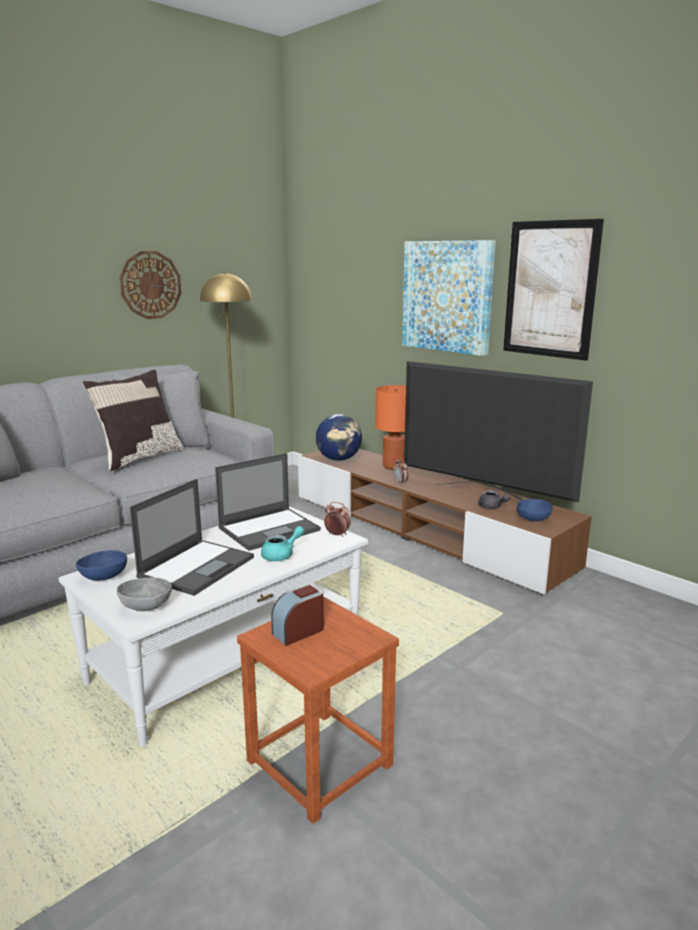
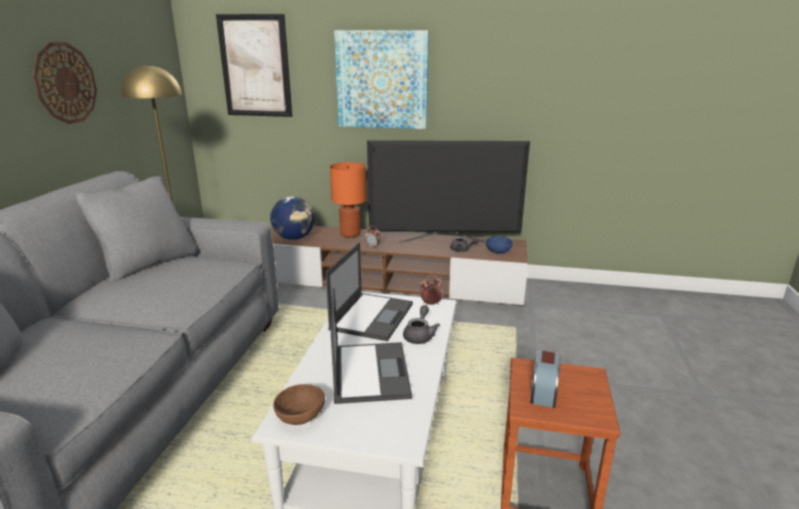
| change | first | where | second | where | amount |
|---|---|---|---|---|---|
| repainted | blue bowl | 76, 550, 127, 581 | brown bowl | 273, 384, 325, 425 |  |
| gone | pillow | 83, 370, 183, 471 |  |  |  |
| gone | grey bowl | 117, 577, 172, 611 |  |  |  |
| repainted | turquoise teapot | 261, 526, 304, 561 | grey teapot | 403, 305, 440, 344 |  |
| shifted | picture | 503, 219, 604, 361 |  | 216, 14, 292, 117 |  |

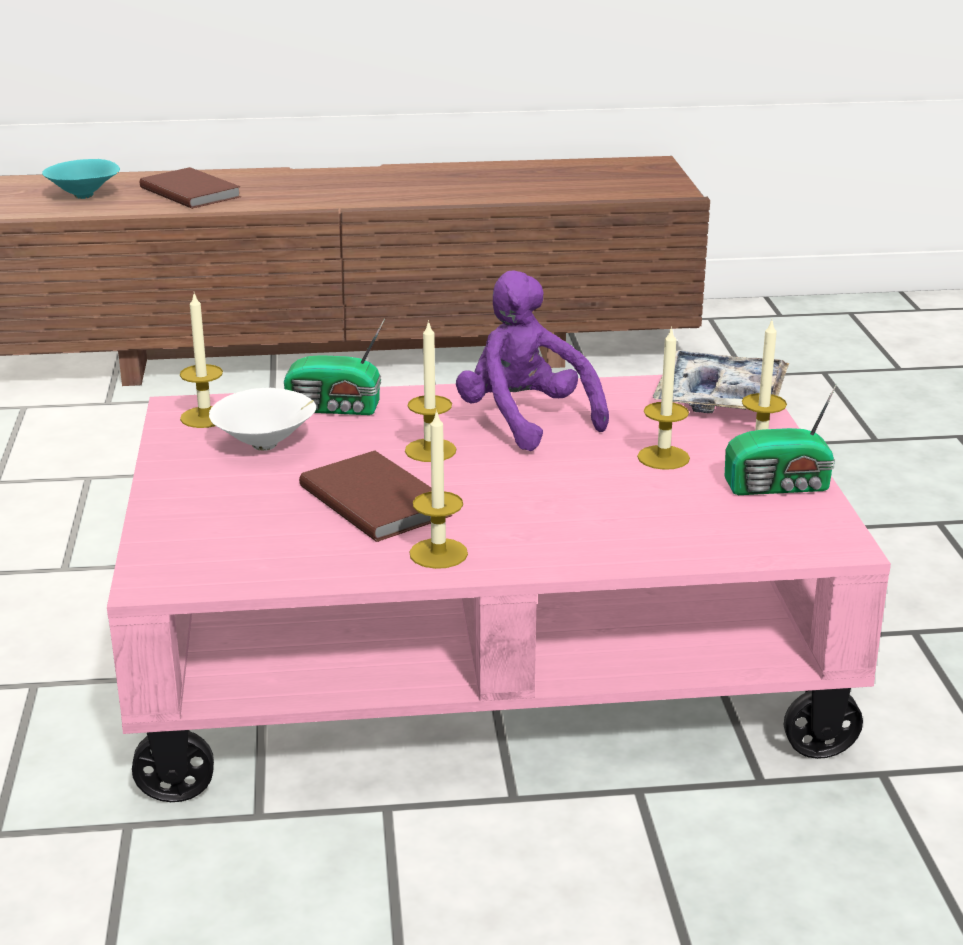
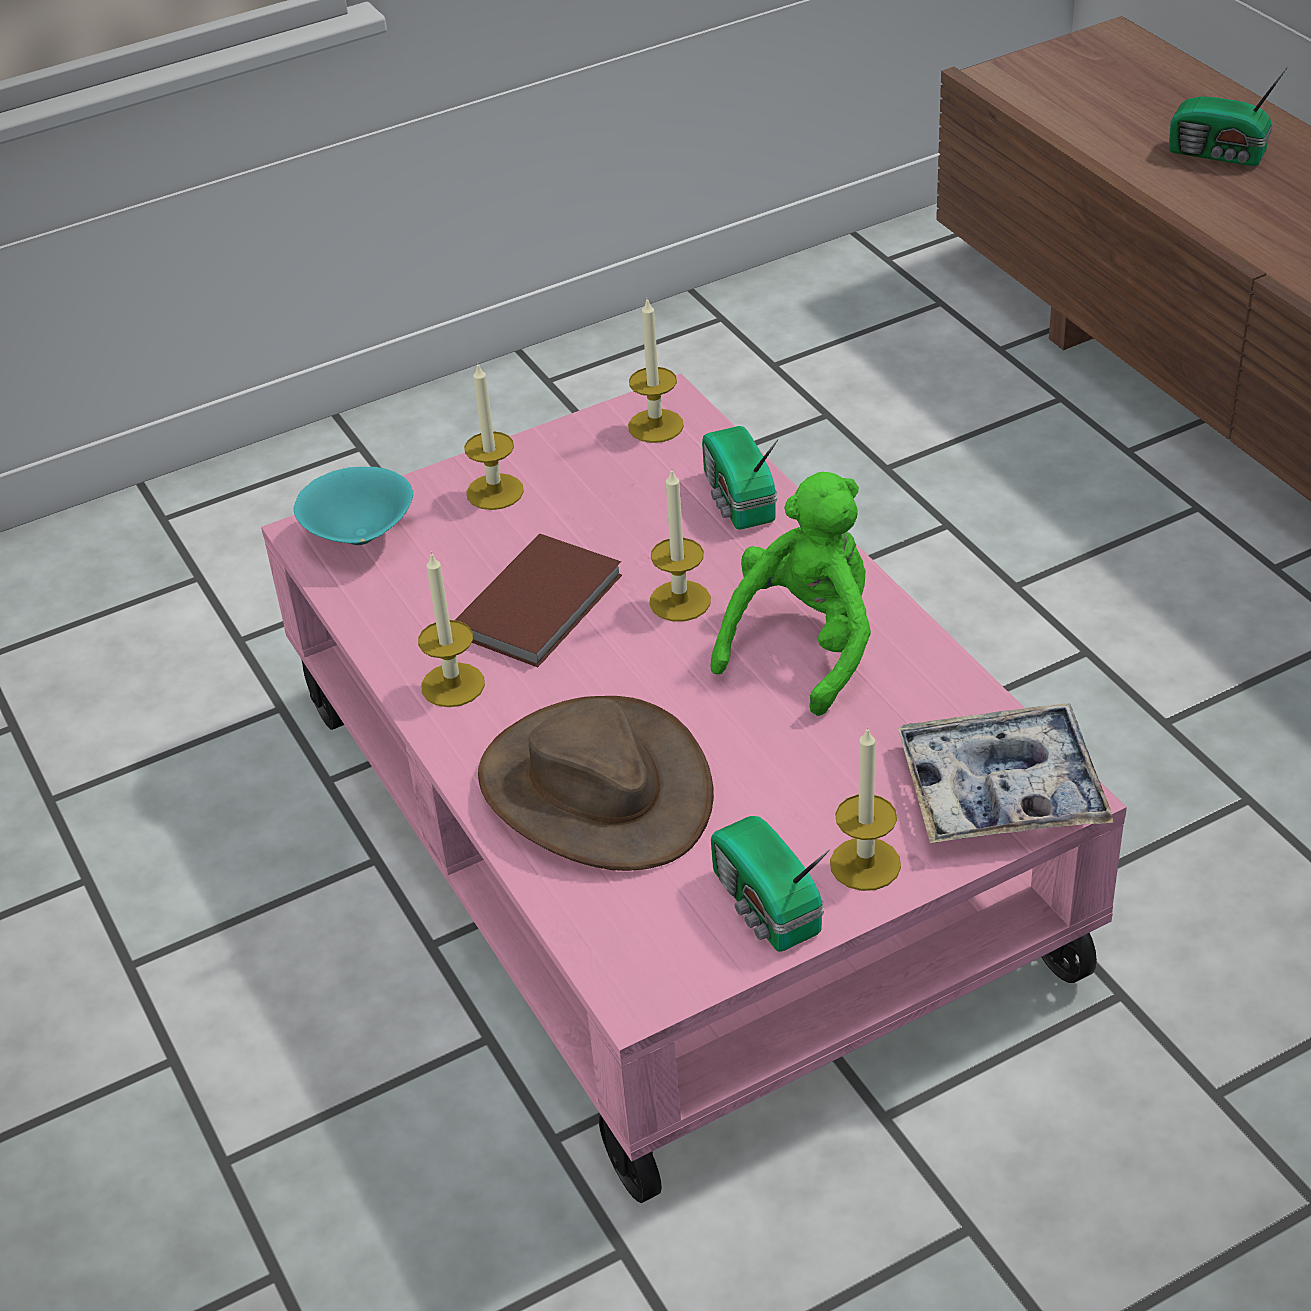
| change | first | where | second | where | amount |
|---|---|---|---|---|---|
| shifted | turquoise bowl | 42, 159, 120, 199 |  | 294, 467, 413, 545 |  |
| swapped | brown book | 140, 167, 241, 209 | radio | 1169, 67, 1288, 166 |  |
| gone | white bowl | 209, 388, 316, 451 |  |  |  |
| repainted | purple plush toy | 456, 270, 609, 451 | green plush toy | 710, 472, 871, 716 |  |
| shifted | candle | 637, 326, 690, 470 |  | 464, 362, 524, 510 |  |
| new |  |  | brown hat | 478, 696, 714, 871 |  |

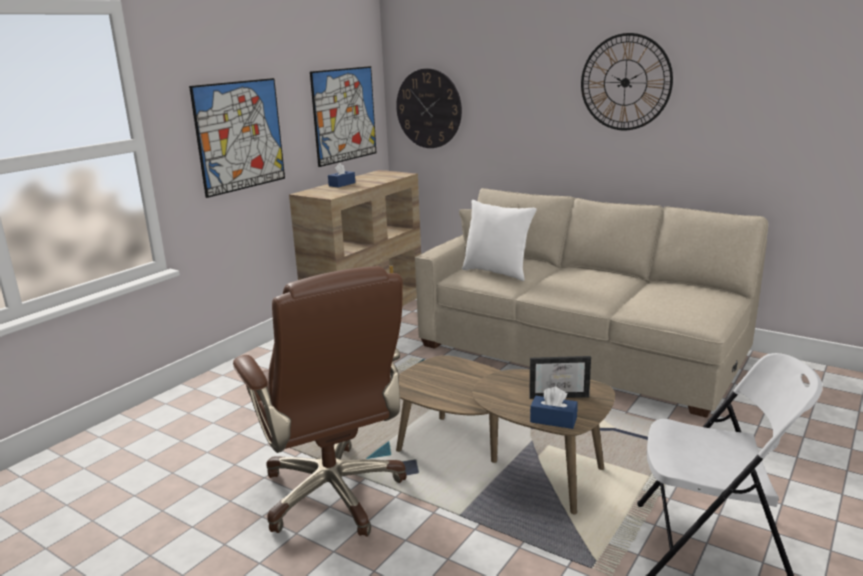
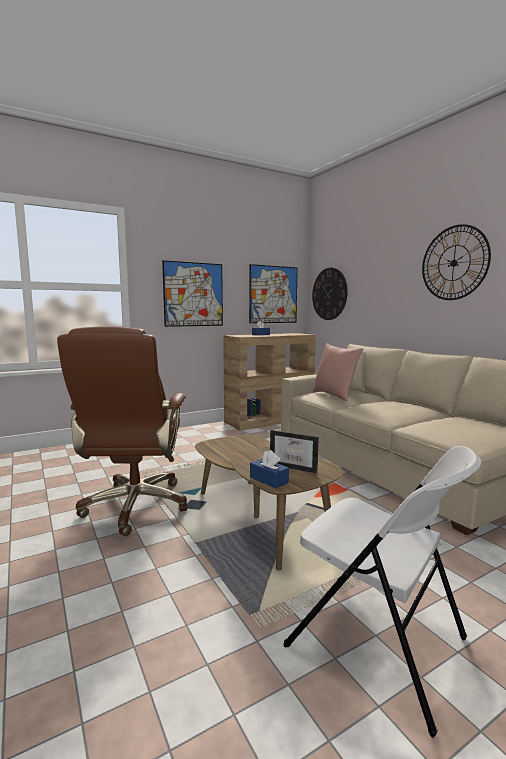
| change | first | where | second | where | amount |
|---|---|---|---|---|---|
| repainted | white pillow | 462, 200, 537, 281 | pink pillow | 313, 344, 363, 401 |  |

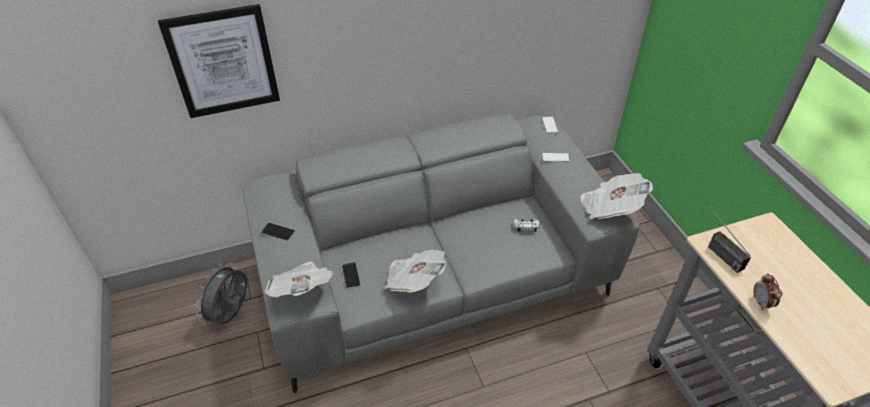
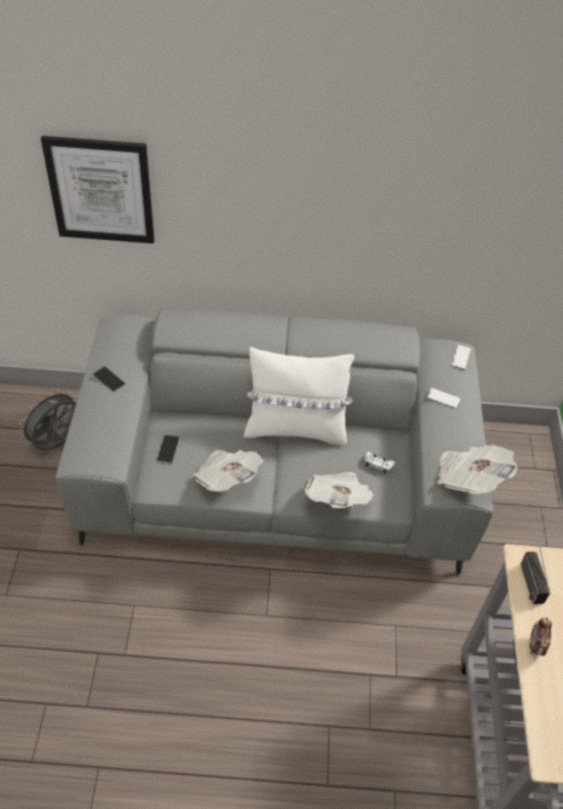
| change | first | where | second | where | amount |
|---|---|---|---|---|---|
| shifted | newspaper | 264, 262, 334, 297 |  | 304, 472, 375, 508 |  |
| new |  |  | white pillow | 243, 347, 354, 446 |  |

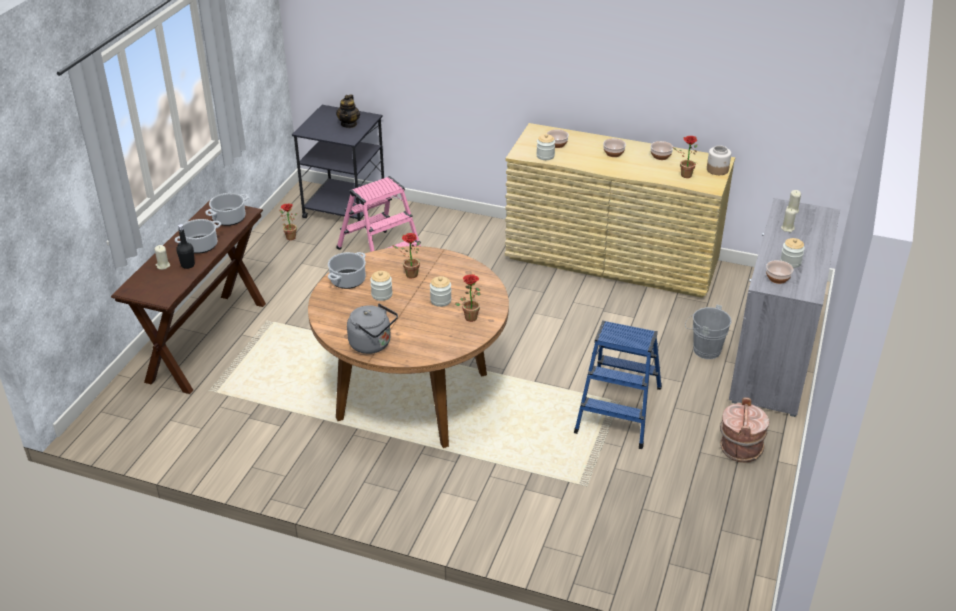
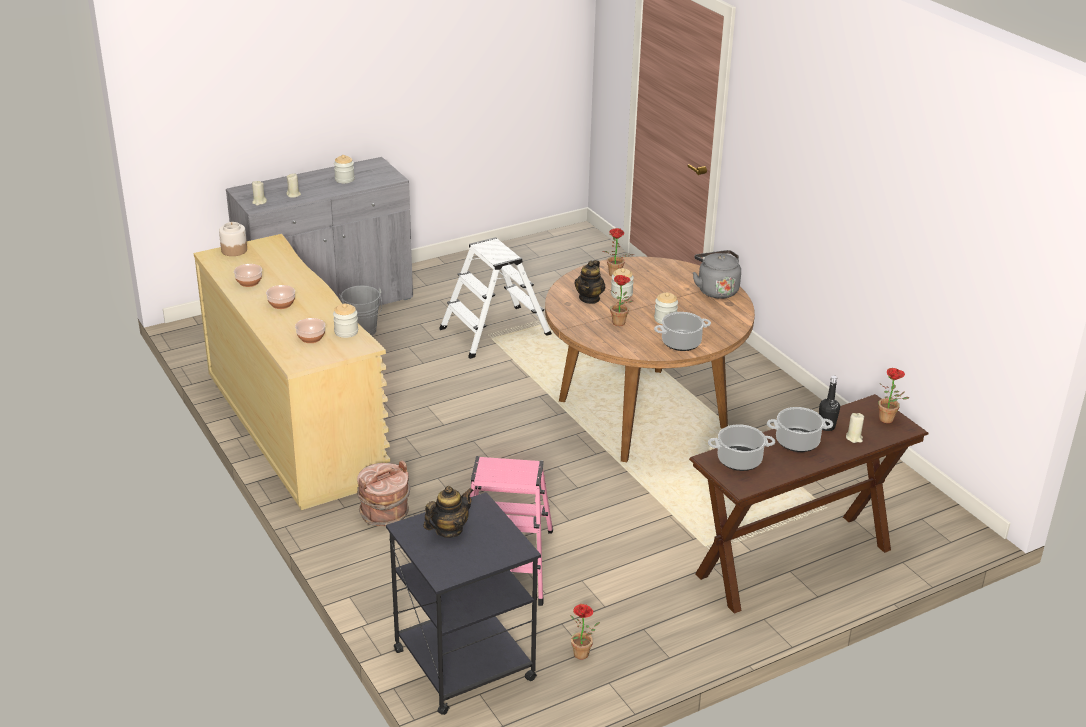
| change | first | where | second | where | amount |
|---|---|---|---|---|---|
| repainted | blue step ladder | 574, 320, 662, 449 | white step ladder | 439, 237, 552, 359 |  |
| shifted | potted plant | 672, 136, 697, 178 |  | 878, 368, 909, 423 |  |
| shifted | brown bucket | 720, 397, 770, 463 |  | 357, 460, 410, 526 |  |
| gone | bowl | 766, 260, 793, 284 |  |  |  |
| new |  |  | teapot | 574, 260, 605, 304 |  |

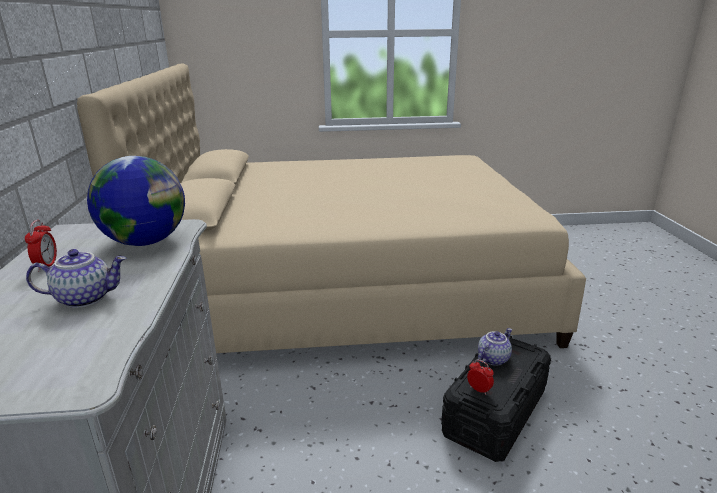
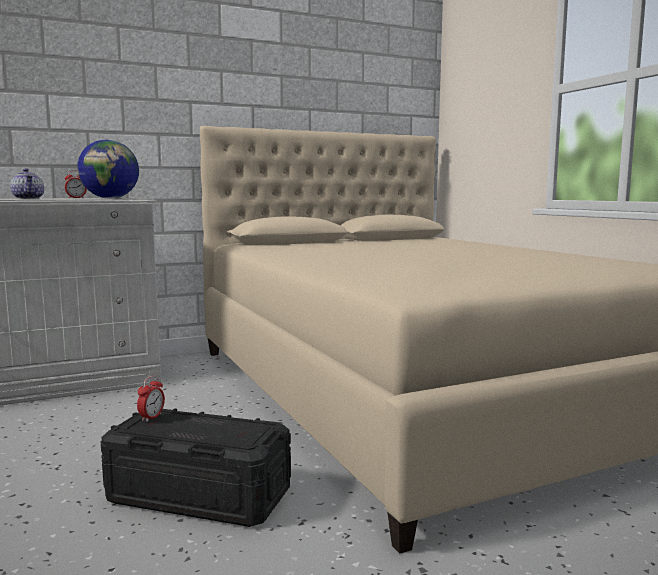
| change | first | where | second | where | amount |
|---|---|---|---|---|---|
| gone | teapot | 478, 328, 512, 366 |  |  |  |

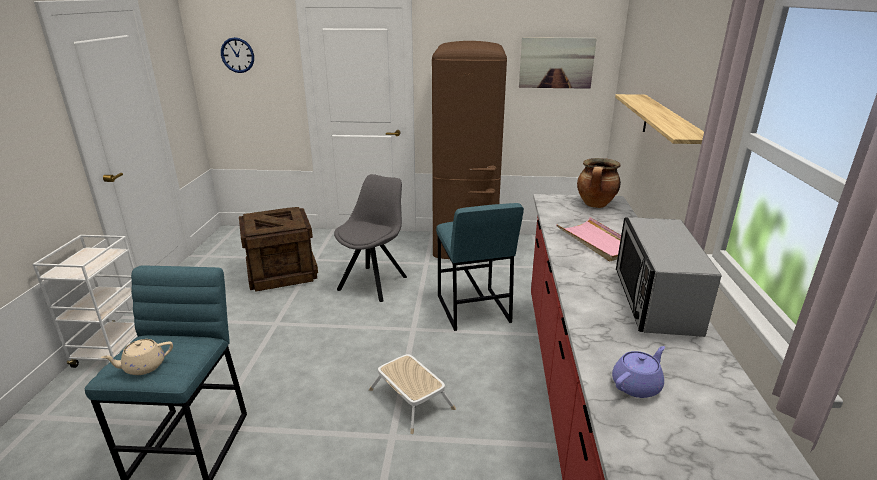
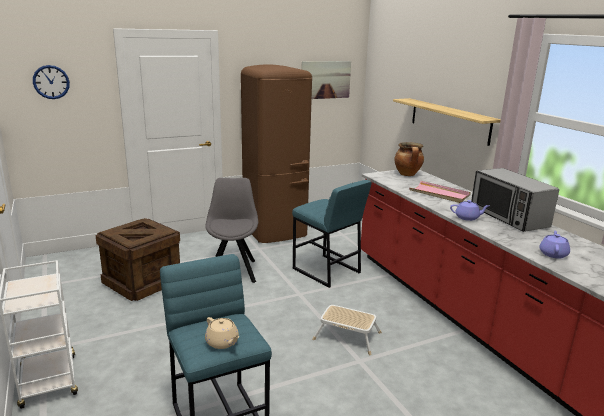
| change | first | where | second | where | amount |
|---|---|---|---|---|---|
| rotated | beige teapot | 101, 339, 173, 375 |  | 205, 317, 239, 349 | 75 degrees counterclockwise |
| new |  |  | purple teapot | 450, 200, 490, 221 |  |

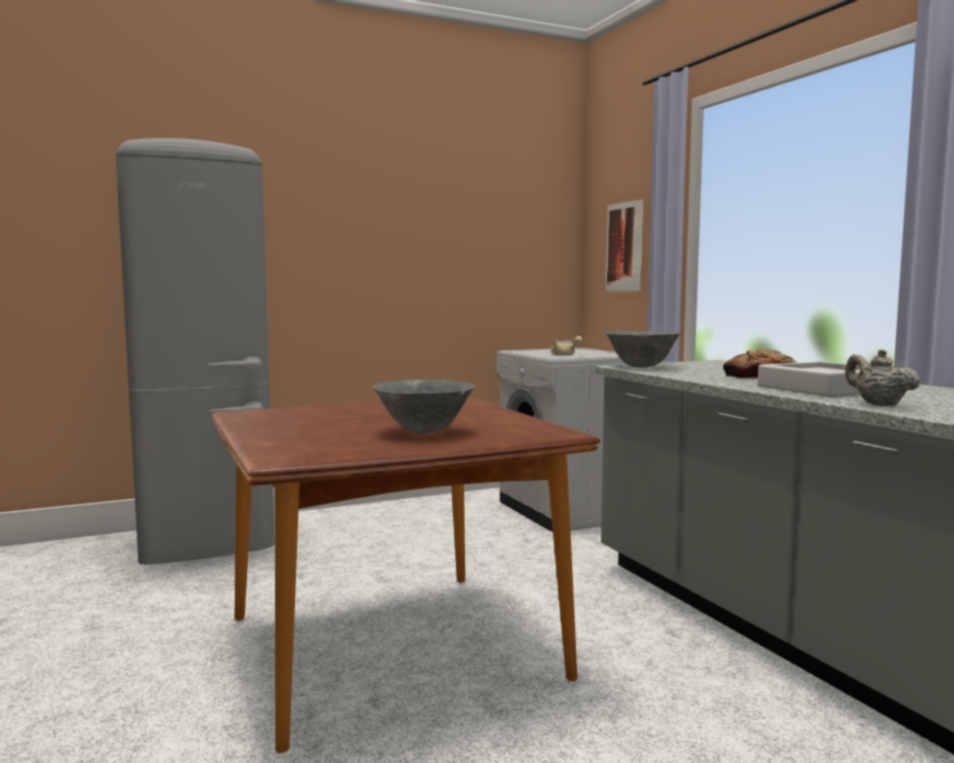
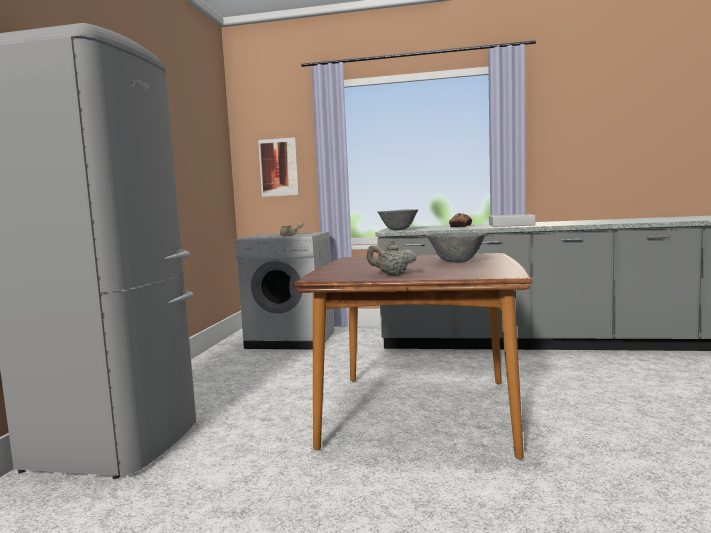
| change | first | where | second | where | amount |
|---|---|---|---|---|---|
| shifted | beige teapot | 845, 349, 921, 406 |  | 367, 240, 417, 275 |  |

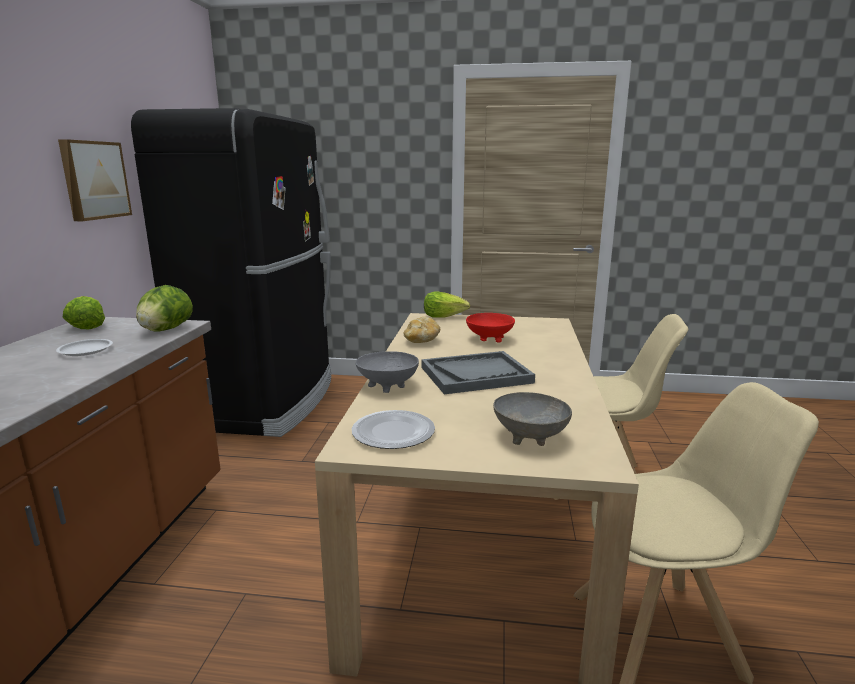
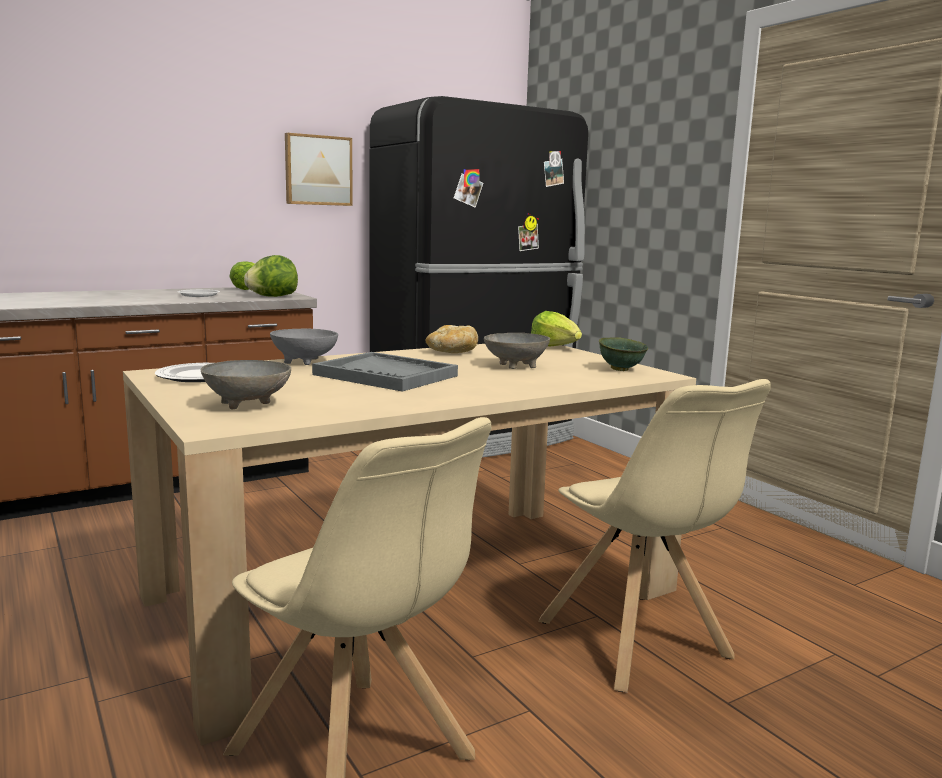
| change | first | where | second | where | amount |
|---|---|---|---|---|---|
| repainted | red bowl | 466, 313, 515, 343 | grey bowl | 484, 333, 550, 369 |  |
| new |  |  | green bowl | 599, 338, 648, 371 |  |

